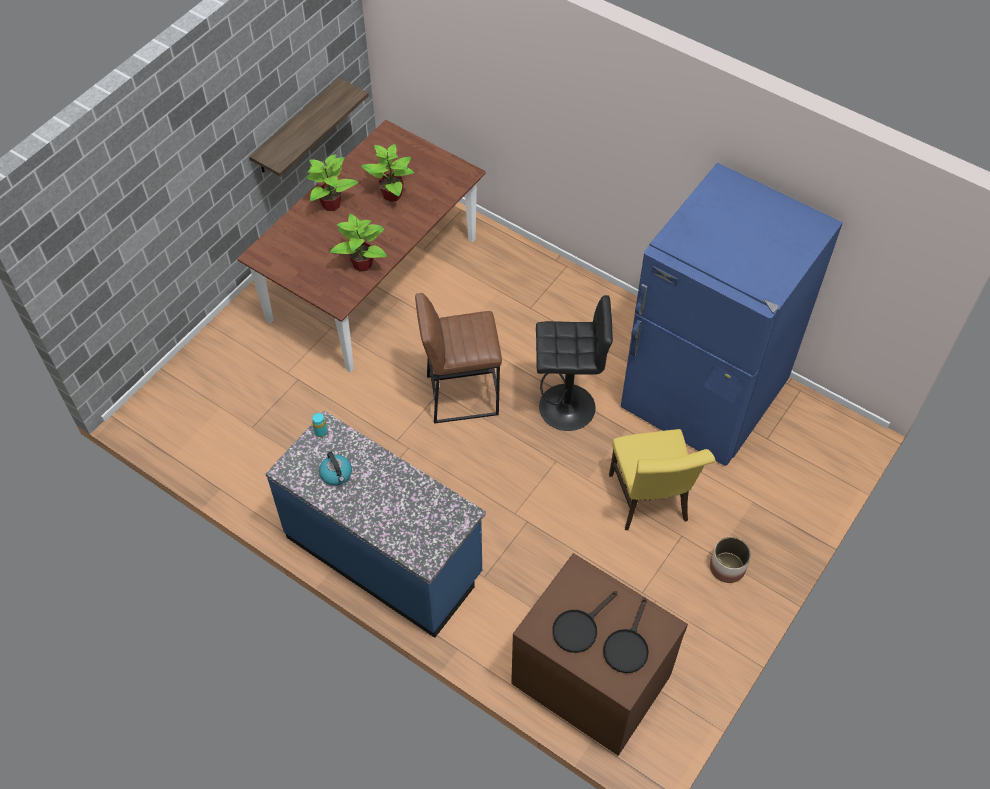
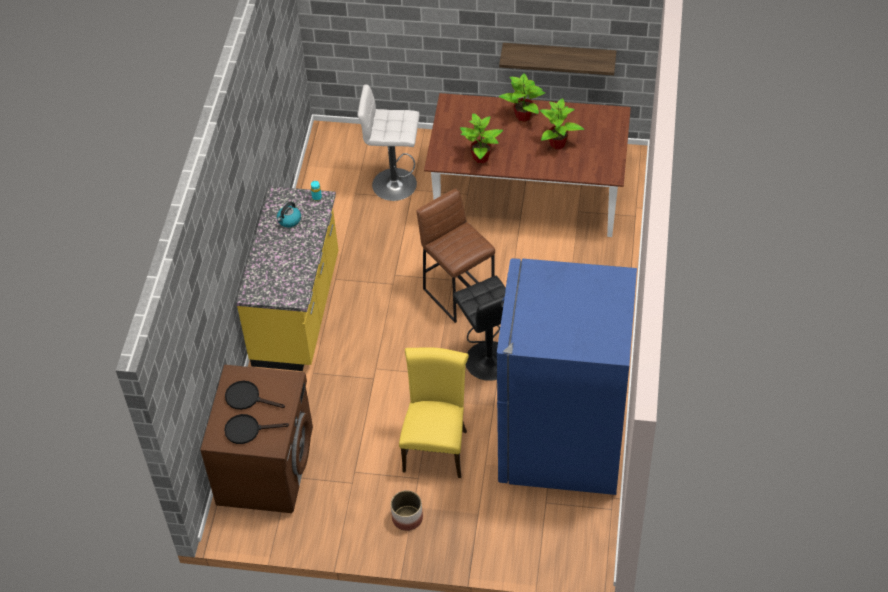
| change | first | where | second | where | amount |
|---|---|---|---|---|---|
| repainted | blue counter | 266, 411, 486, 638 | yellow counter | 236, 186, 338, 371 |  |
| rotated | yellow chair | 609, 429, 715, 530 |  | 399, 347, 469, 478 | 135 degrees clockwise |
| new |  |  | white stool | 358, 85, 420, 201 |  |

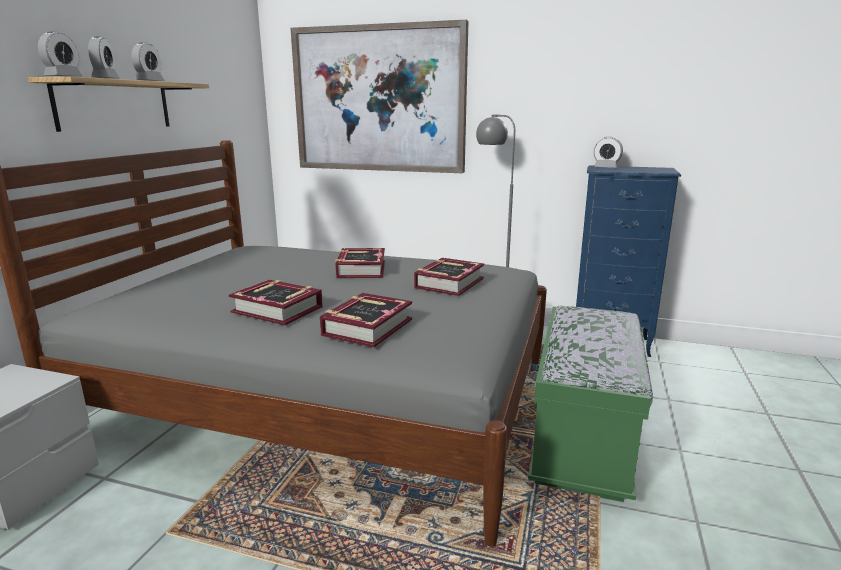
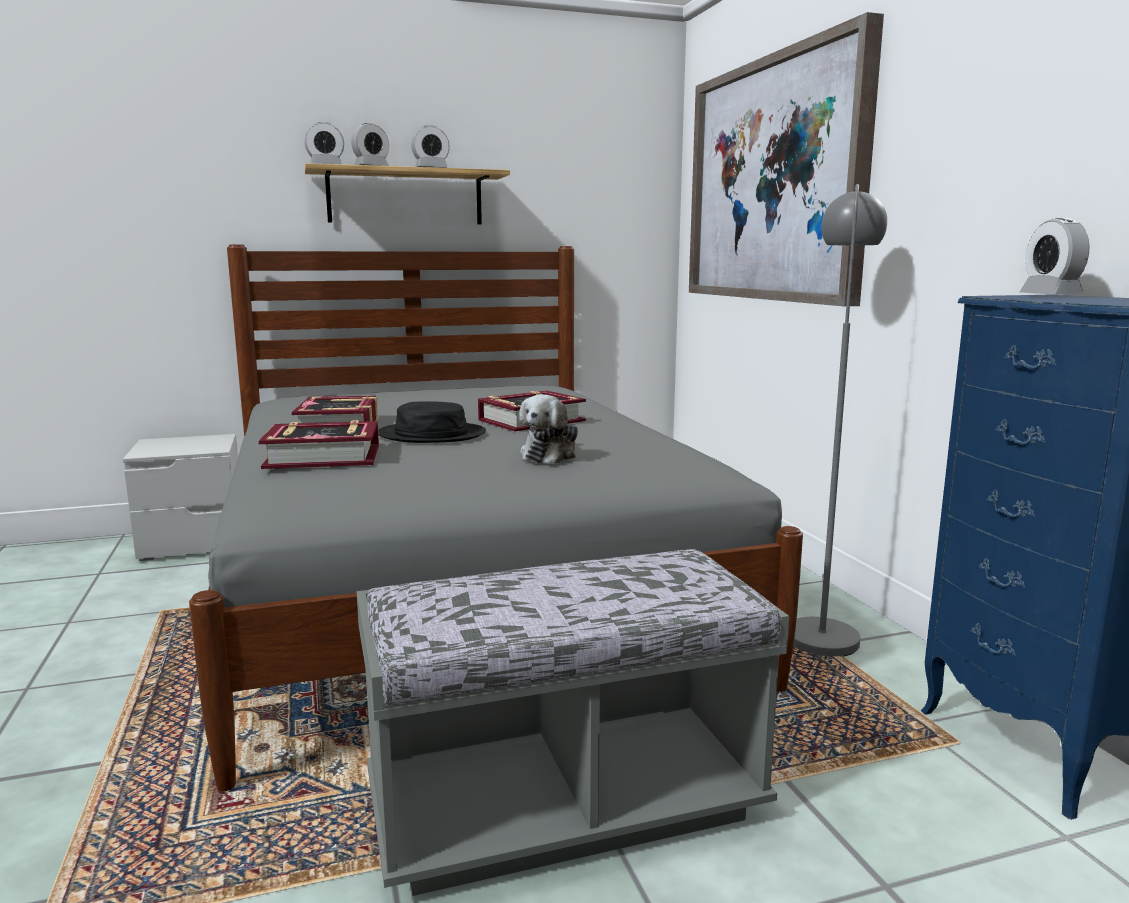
| change | first | where | second | where | amount |
|---|---|---|---|---|---|
| swapped | book | 414, 258, 484, 296 | plush toy | 519, 394, 578, 464 |  |
| repainted | green bench | 528, 306, 653, 502 | grey bench | 356, 549, 789, 896 |  |
| new |  |  | black hat | 378, 401, 486, 443 |  |

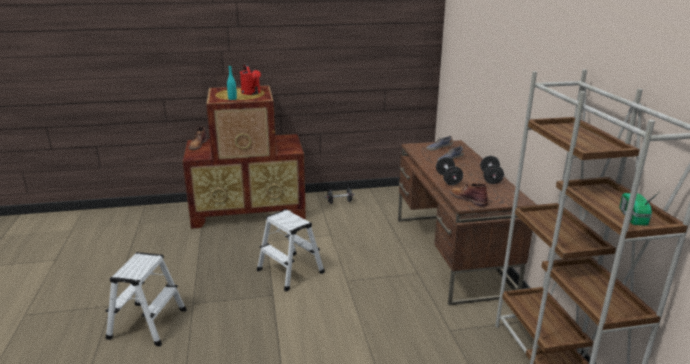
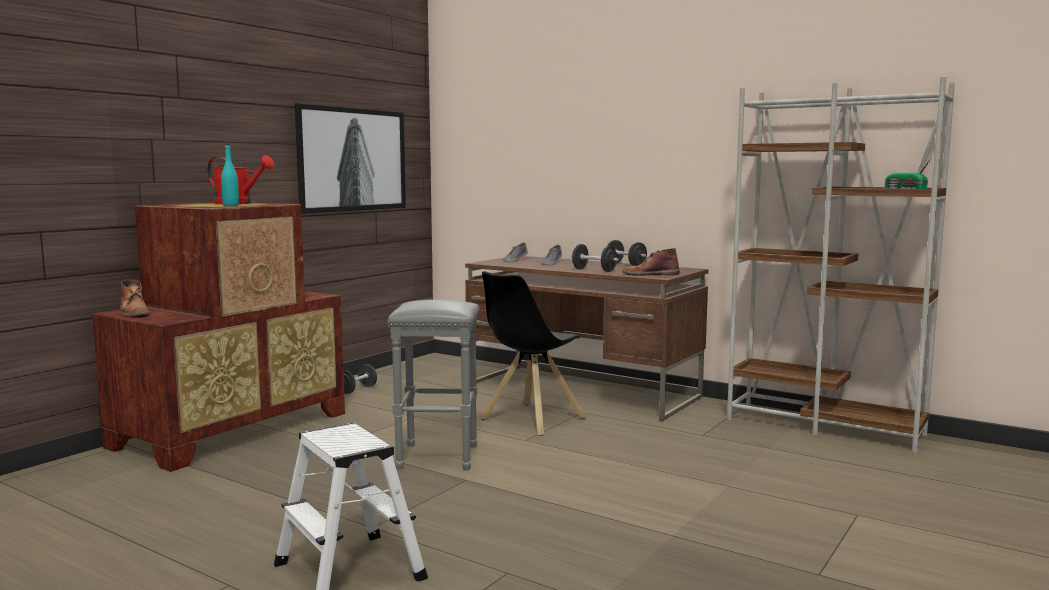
| change | first | where | second | where | amount |
|---|---|---|---|---|---|
| swapped | white step ladder | 257, 209, 325, 292 | grey stool | 387, 299, 479, 470 |  |
| new |  |  | picture | 295, 103, 406, 214 |  |
| new |  |  | black chair | 480, 271, 586, 436 |  |

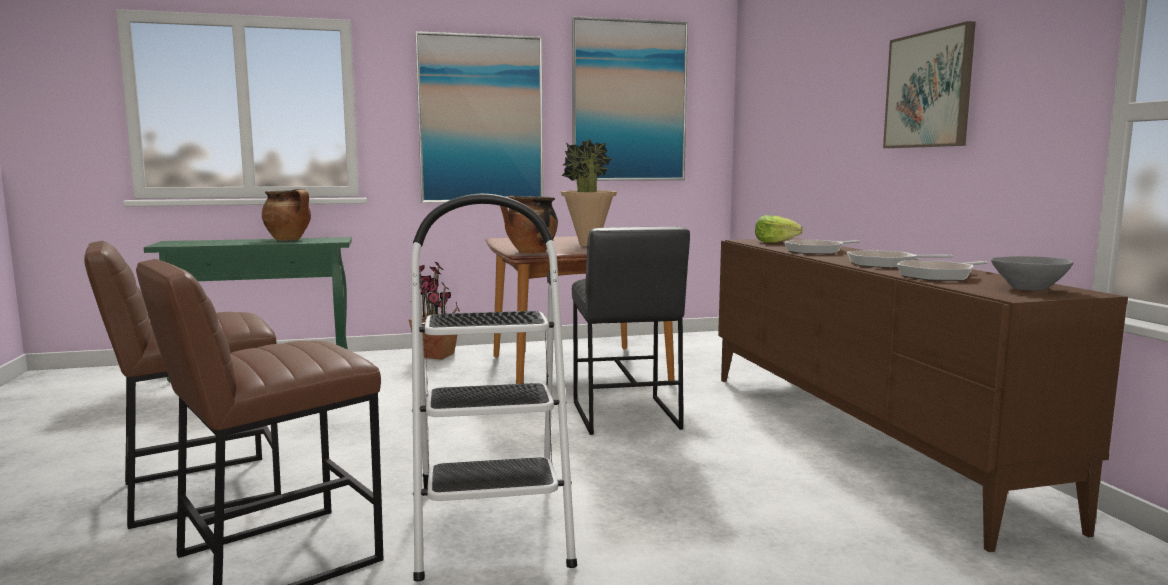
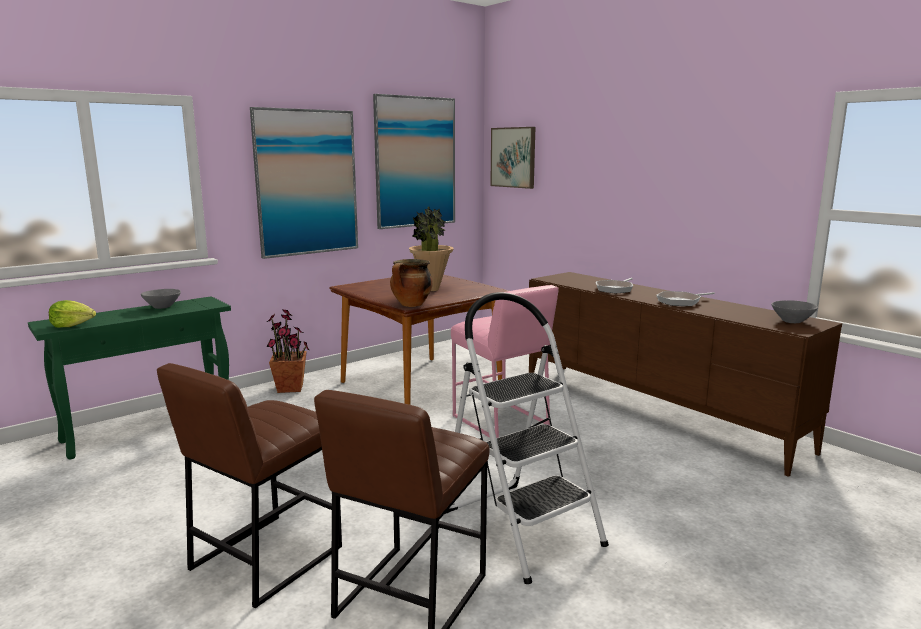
| change | first | where | second | where | amount |
|---|---|---|---|---|---|
| swapped | cooking pot | 262, 189, 311, 240 | grey bowl | 141, 289, 181, 309 |  |
| repainted | grey stool | 572, 227, 690, 435 | pink stool | 451, 285, 559, 438 |  |
| shifted | lettuce | 755, 215, 803, 243 |  | 49, 300, 96, 327 |  |
| shifted | picture | 883, 21, 976, 148 |  | 490, 127, 535, 189 |  |
| gone | frying pan | 897, 260, 988, 281 |  |  |  |

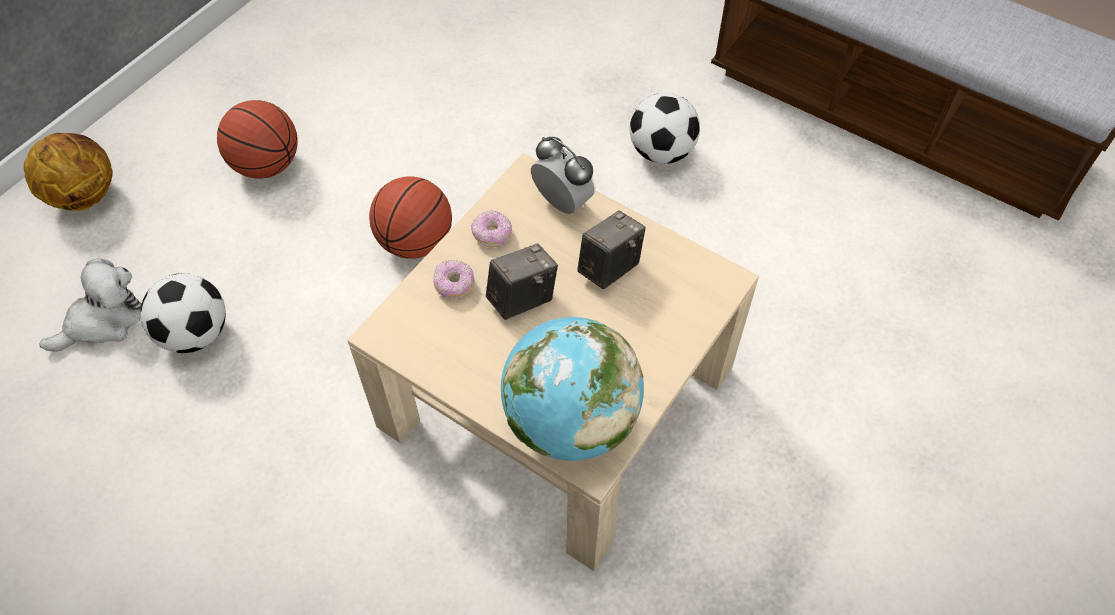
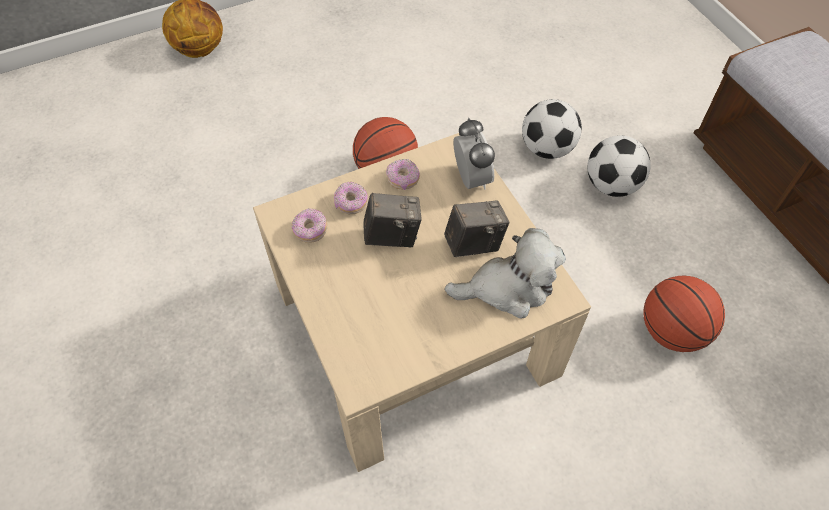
| change | first | where | second | where | amount |
|---|---|---|---|---|---|
| shifted | plush toy | 40, 258, 141, 352 |  | 444, 228, 566, 318 |  |
| shifted | football | 140, 273, 226, 353 |  | 522, 99, 582, 159 |  |
| shifted | basketball | 217, 100, 298, 179 |  | 644, 276, 725, 352 |  |
| gone | globe | 501, 317, 644, 461 |  |  |  |
| new |  |  | donut | 292, 208, 327, 243 |  |

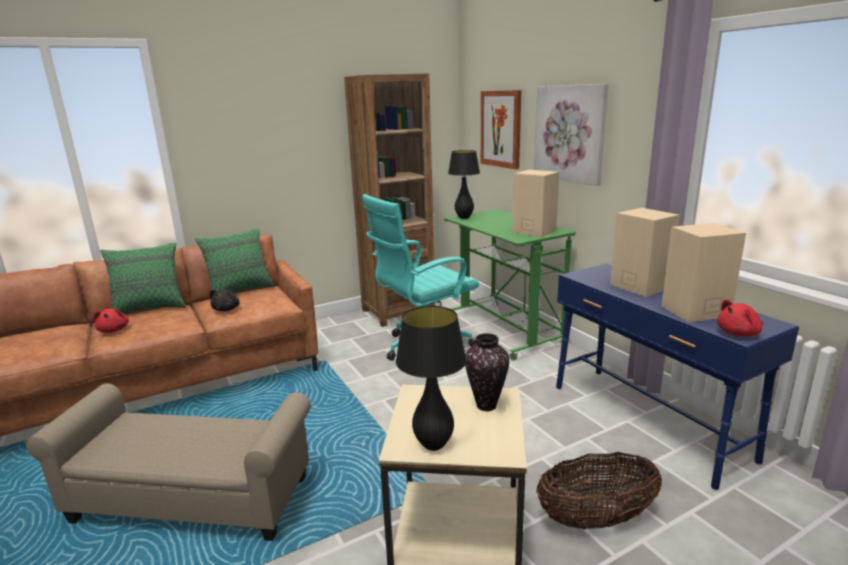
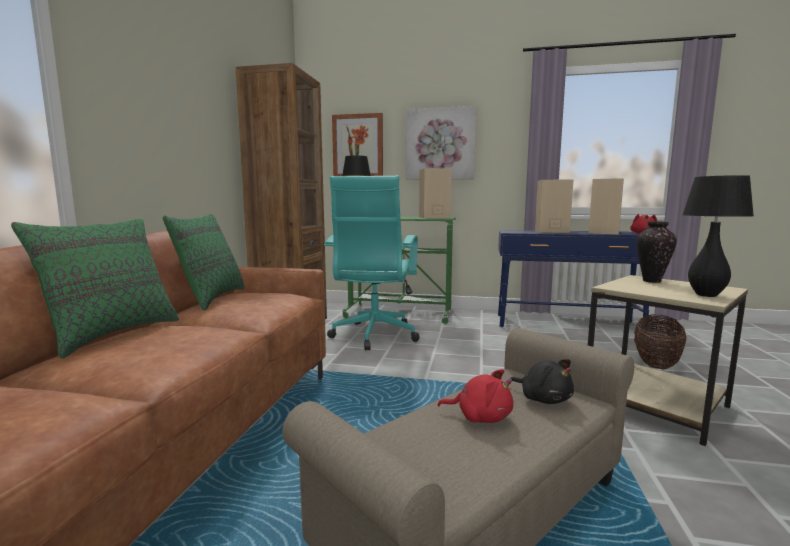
| change | first | where | second | where | amount |
|---|---|---|---|---|---|
| shifted | red plush toy | 93, 309, 129, 333 |  | 438, 369, 514, 423 |  |
| shifted | black plush toy | 210, 289, 240, 311 |  | 510, 359, 574, 404 |  |

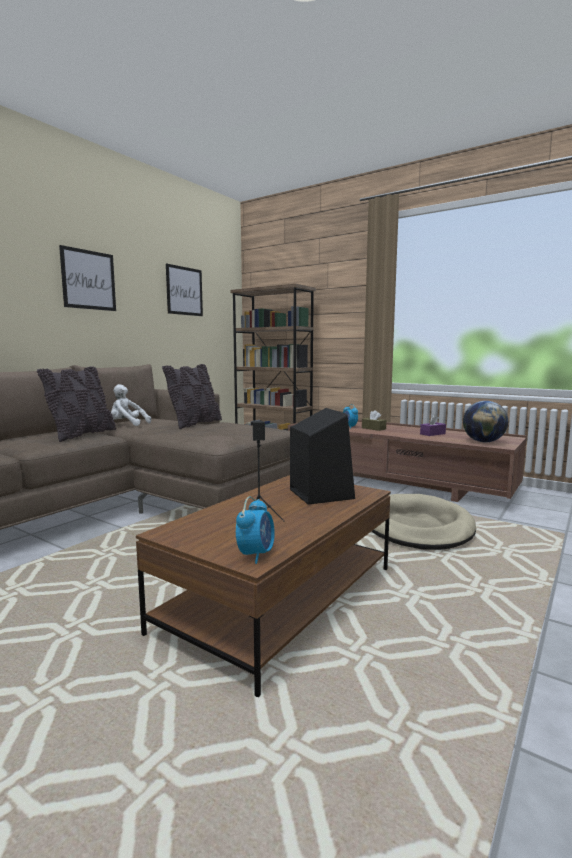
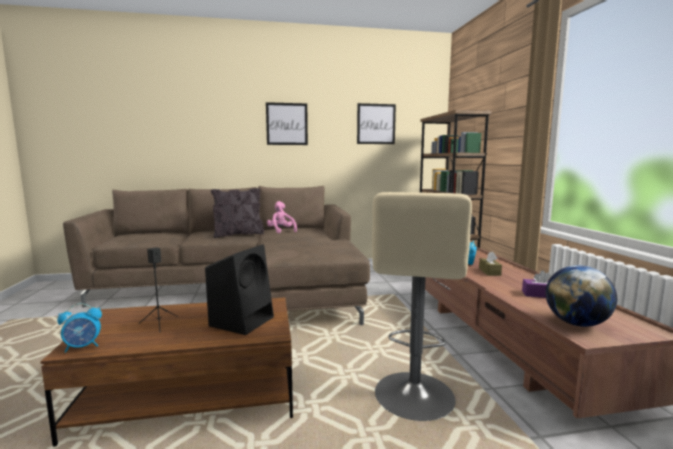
| change | first | where | second | where | amount |
|---|---|---|---|---|---|
| repainted | white plush toy | 111, 384, 151, 426 | pink plush toy | 267, 201, 297, 233 |  |
| gone | black pillow | 162, 364, 222, 429 |  |  |  |
| swapped | beige dog bed | 372, 494, 476, 550 | beige stool | 372, 192, 472, 421 |  |

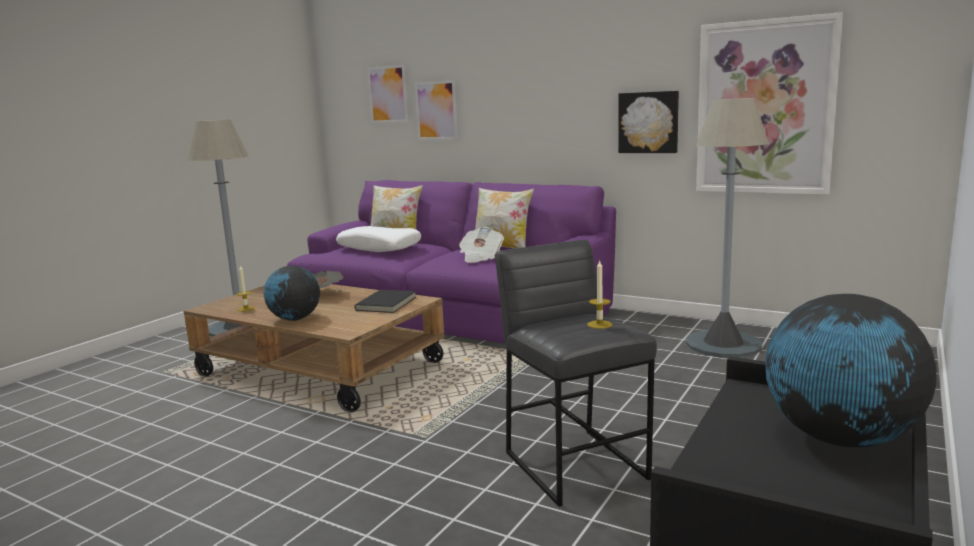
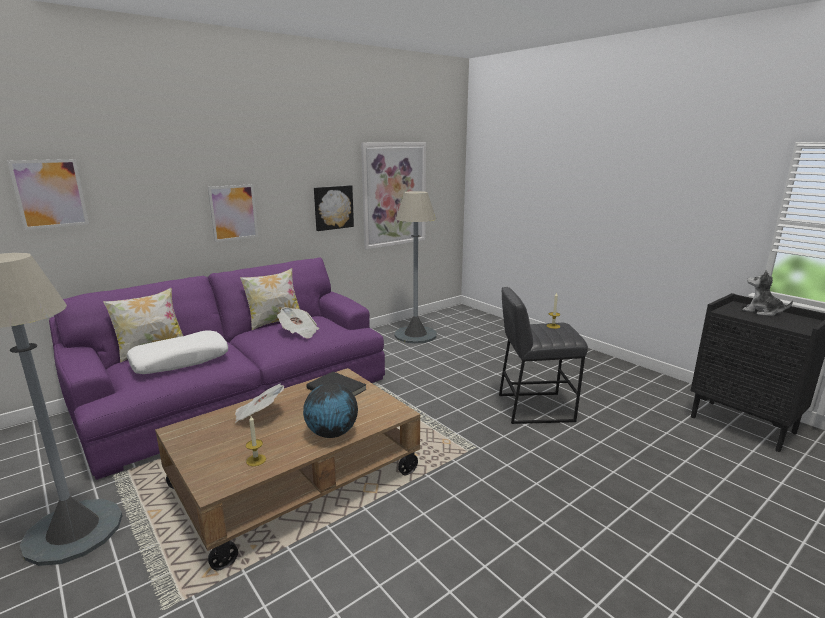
| change | first | where | second | where | amount |
|---|---|---|---|---|---|
| shifted | picture | 415, 80, 458, 140 |  | 208, 184, 258, 242 |  |
| swapped | globe | 765, 294, 936, 447 | plush toy | 742, 270, 793, 316 |  |

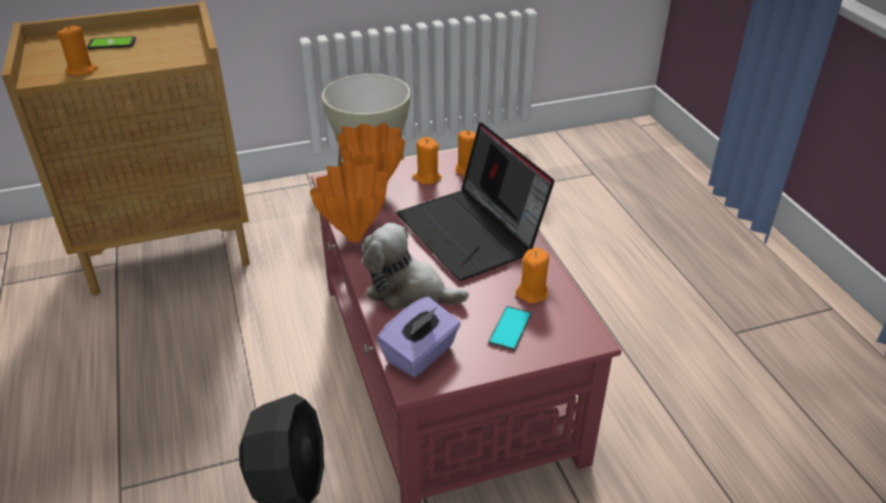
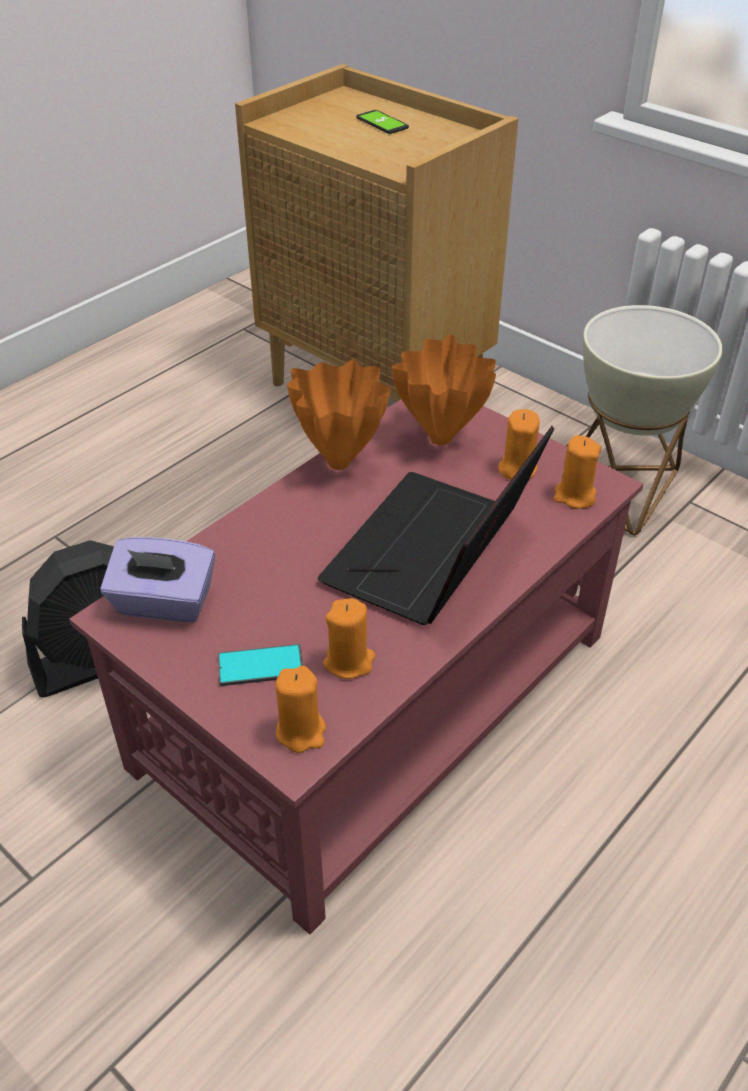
| change | first | where | second | where | amount |
|---|---|---|---|---|---|
| shifted | orange candle | 57, 25, 98, 76 |  | 276, 666, 326, 753 |  |
| gone | plush toy | 362, 223, 469, 310 |  |  |  |

